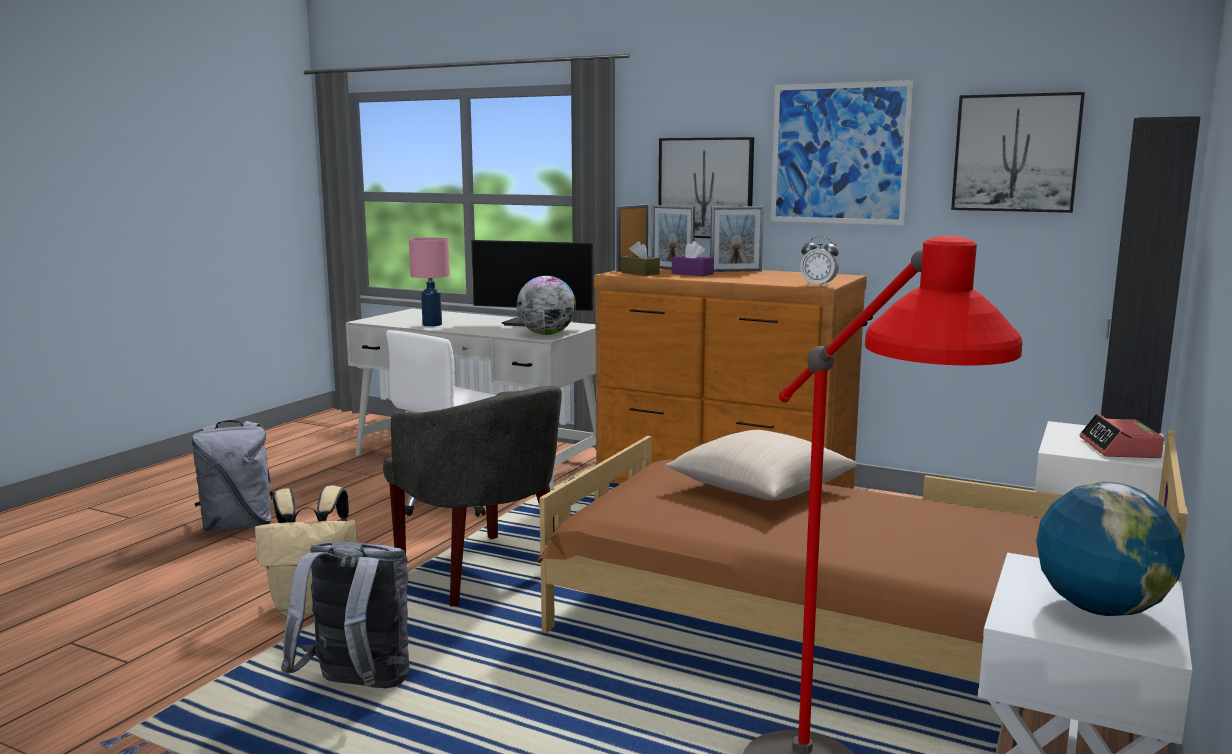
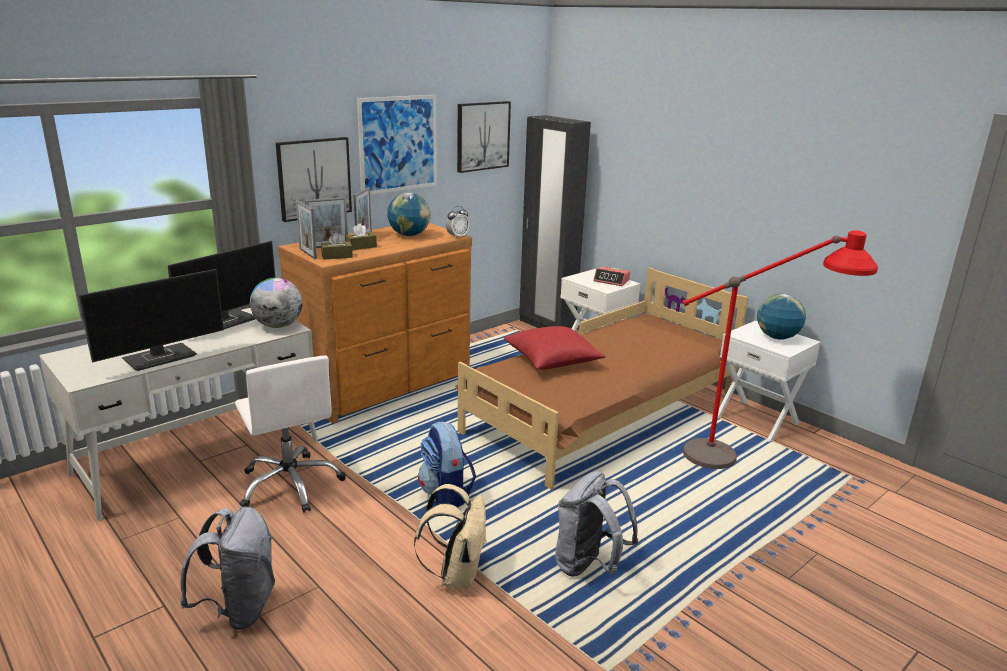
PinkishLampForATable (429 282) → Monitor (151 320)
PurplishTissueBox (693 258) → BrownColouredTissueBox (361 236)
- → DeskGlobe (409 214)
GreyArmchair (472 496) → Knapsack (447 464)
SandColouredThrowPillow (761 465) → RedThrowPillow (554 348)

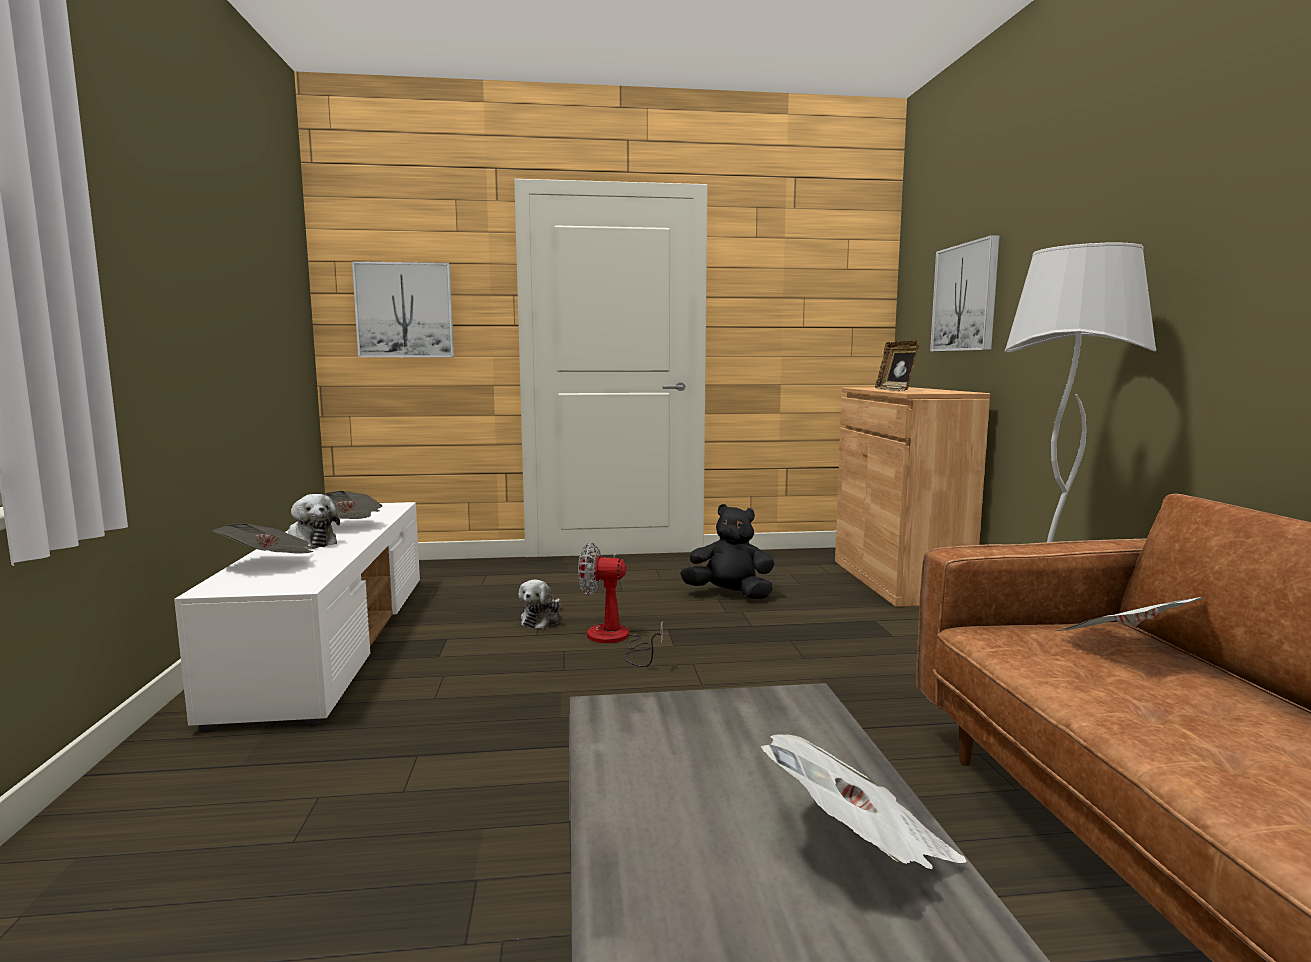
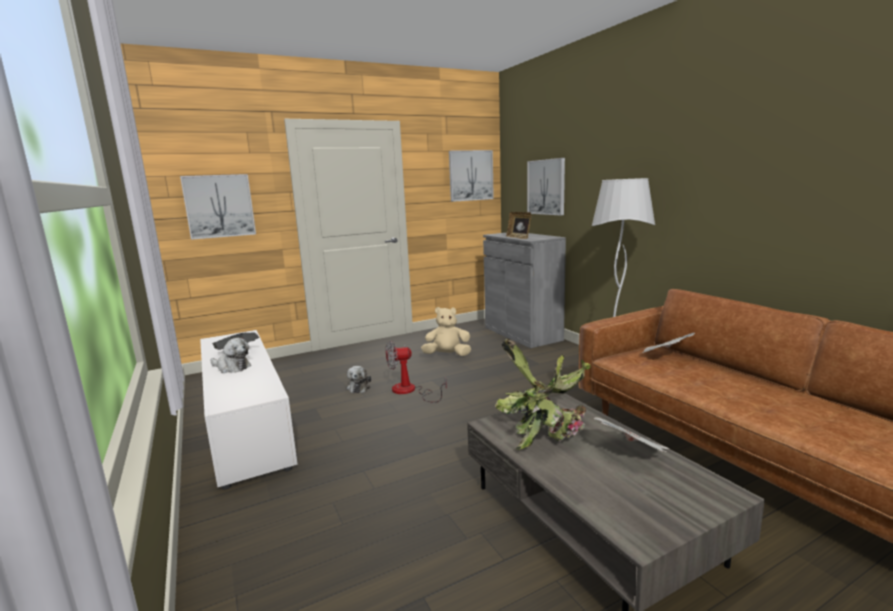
BlackishPlushToy (727 552) → SandColouredPlushToy (446 331)
- → Picture (471 176)
BrownColouredStorageCabinet (912 497) → GreyStorageCabinet (524 290)
- → Houseplant (543 394)
PrintedPaper (262 538) → -

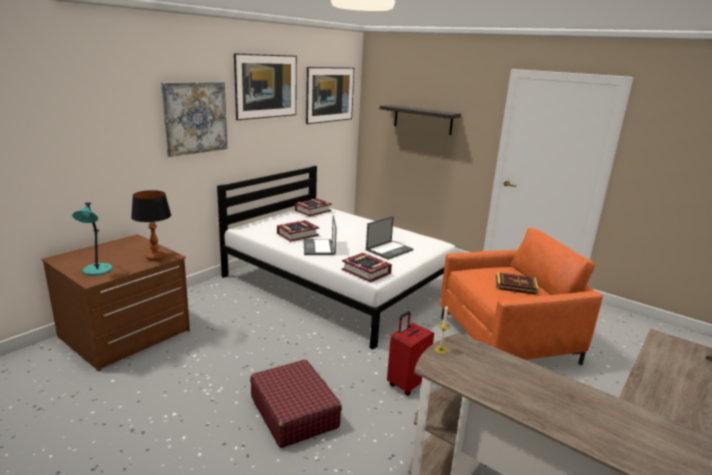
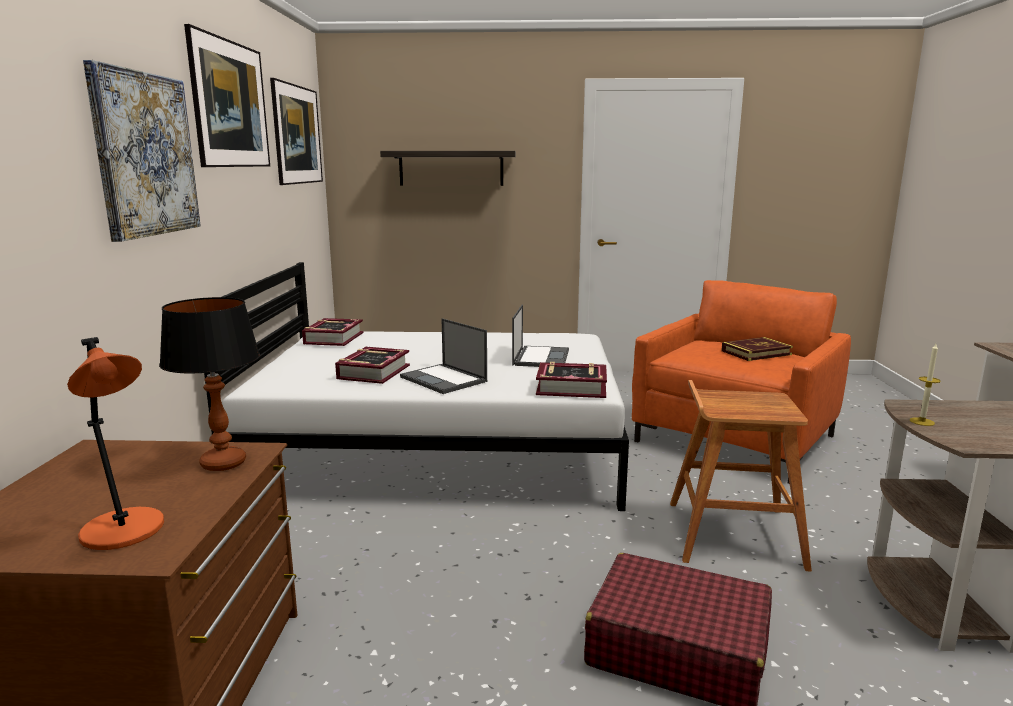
TurquoiseColouredLampForATable (92 239) → OrangeLampForATable (115 443)
RedTravelCase (410 353) → BrownColouredSittingStool (741 476)

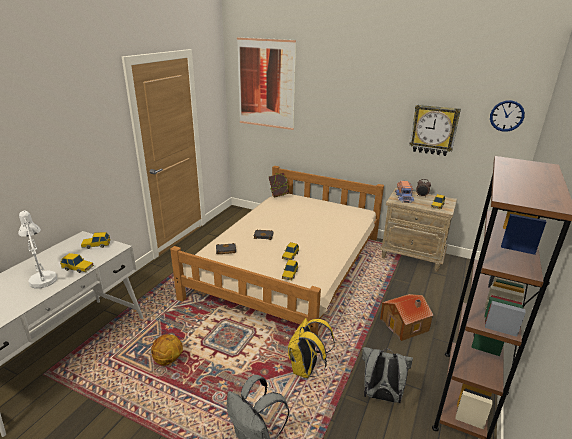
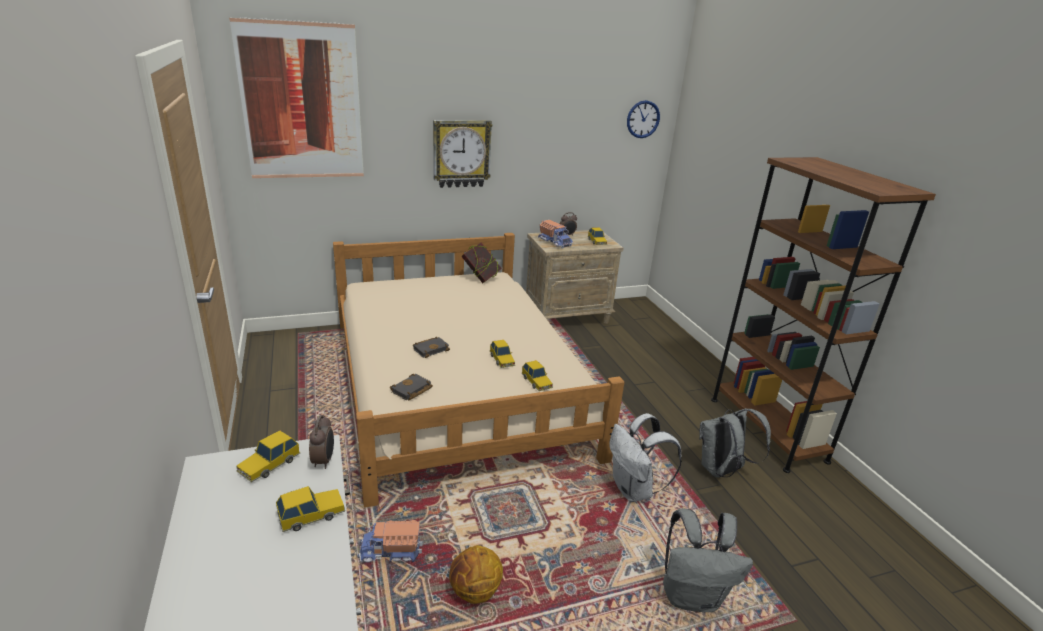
- → AlarmClock (321 442)
- → ModelTruck (390 541)
ClockOnTheWall (435 130) → ClockOnTheWall (462 154), move
Volume (279 185) → Volume (481 262), move
YellowColouredKnapsack (311 348) → WhitishKnapsack (645 457)
WhitishLampForATable (38 249) → -
MiniatureHouse (406 317) → -

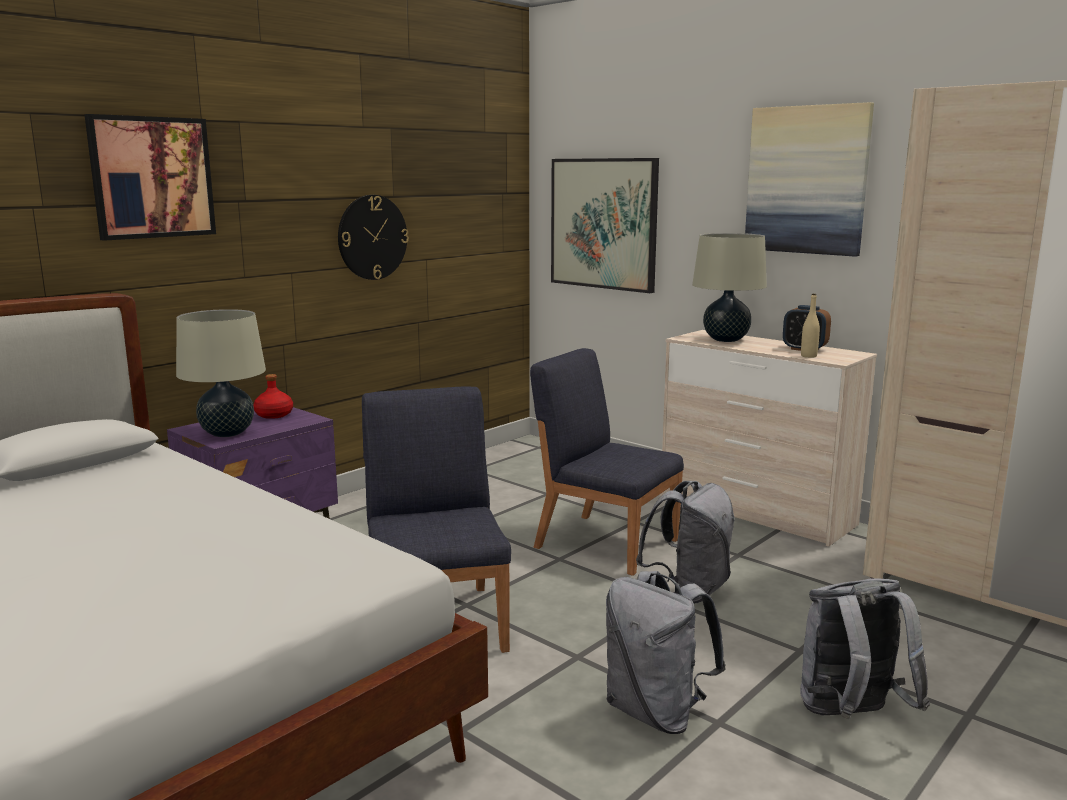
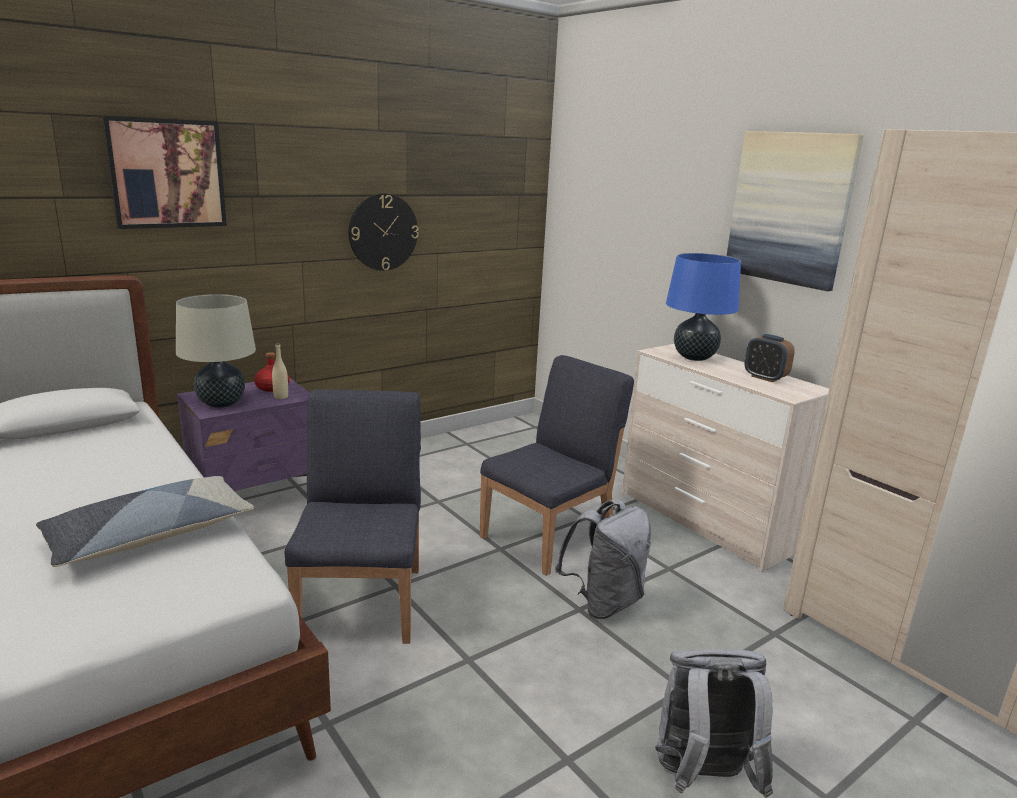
- → ThrowPillow (145 521)
SandColouredBottle (810 326) → SandColouredBottle (280 371), move
BluePlainChair (607 462) → BluePlainChair (557 465), 90 degrees clockwise
SandColouredLampForATable (729 287) → BlueLampForATable (703 307)
Picture (605 225) → -
GreyKnapsack (666 652) → -

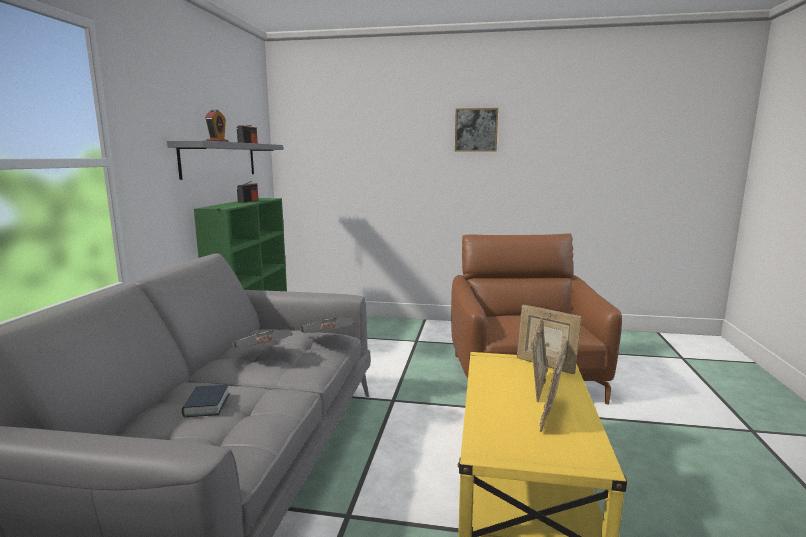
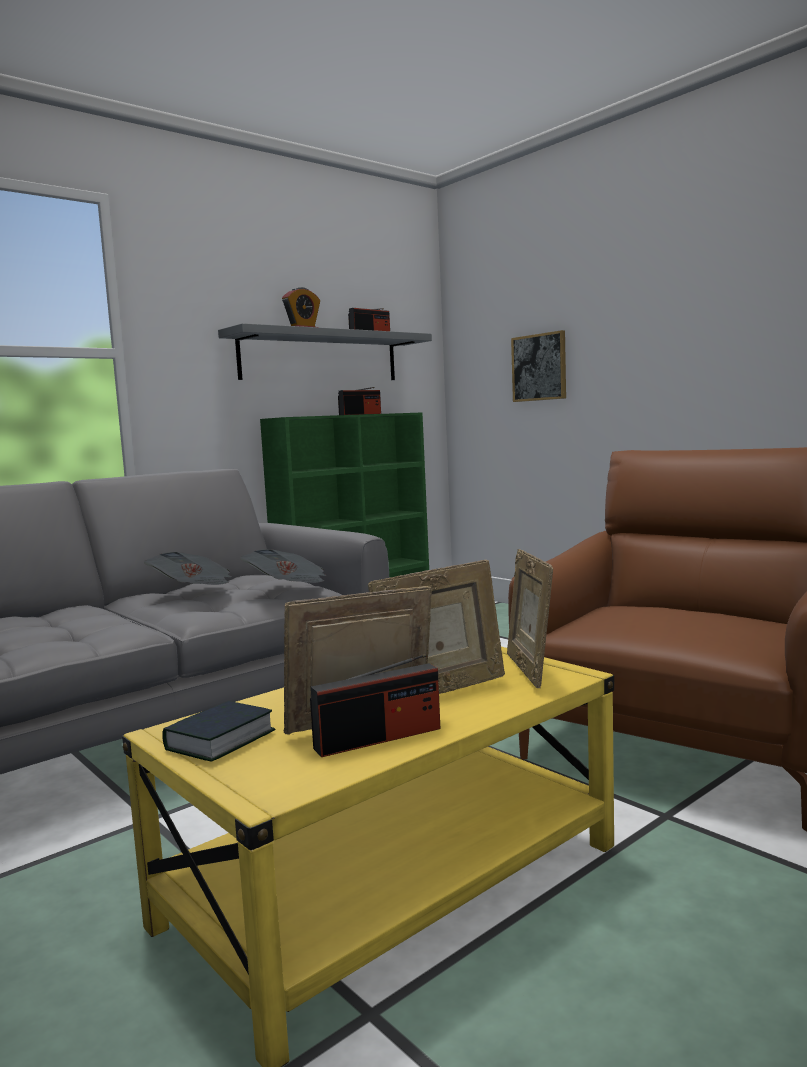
Volume (206 401) → Volume (219 731), move
- → RadioReceiver (375 705)
Picture (476 130) → Picture (538 366), move

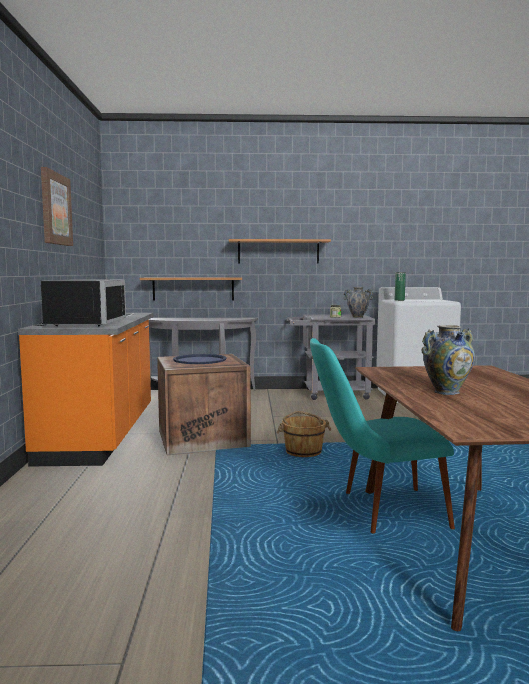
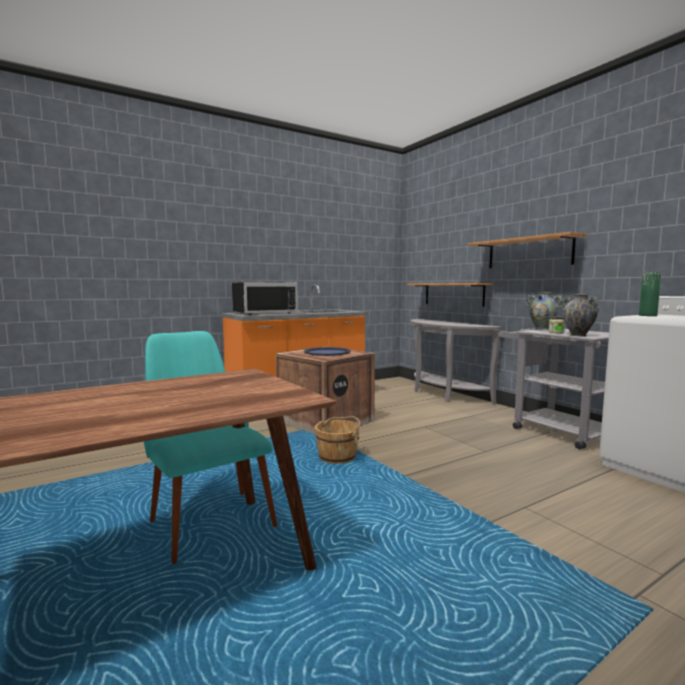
Vase (448 360) → Vase (544 311), move
Picture (57 206) → -

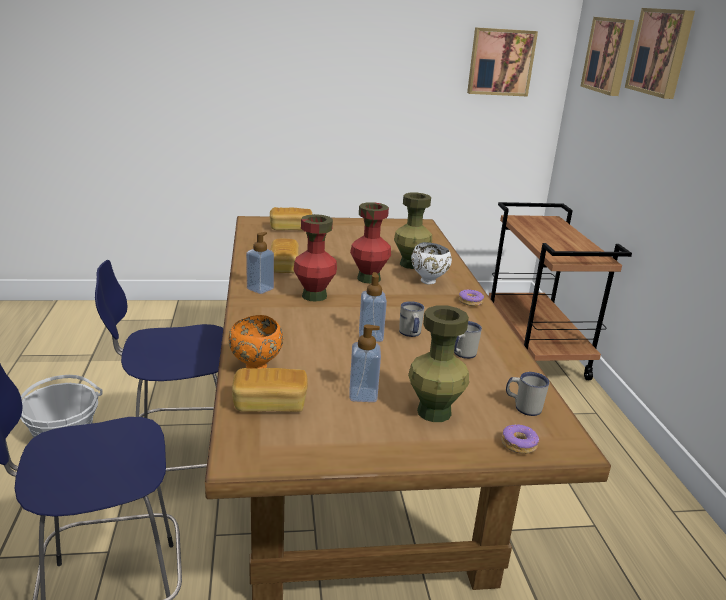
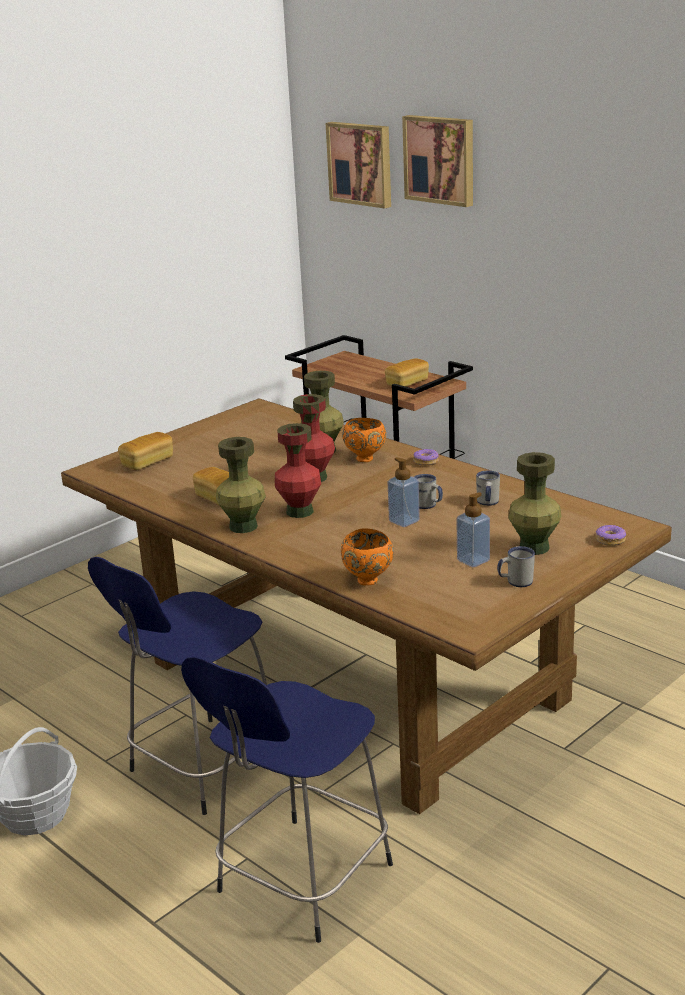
SoapBottle (260 263) → GreenColouredVase (241 485)
WhitishServingBowl (431 263) → OrangeServingBowl (364 440)
BakeryBread (270 390) → BakeryBread (407 372), move
WhitishCoffeeMug (528 394) → WhitishCoffeeMug (516 566), move
Picture (502 62) → -

